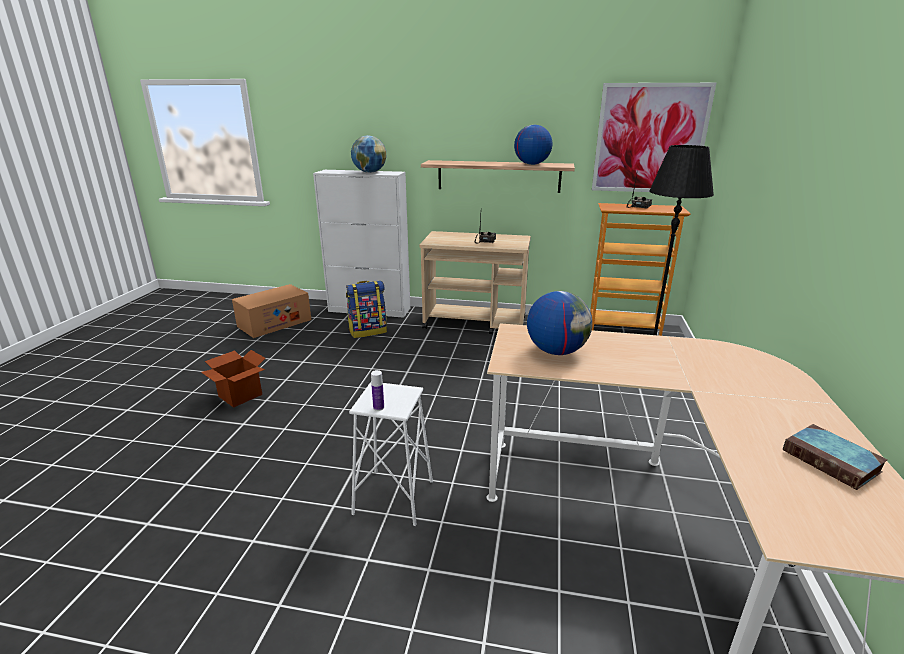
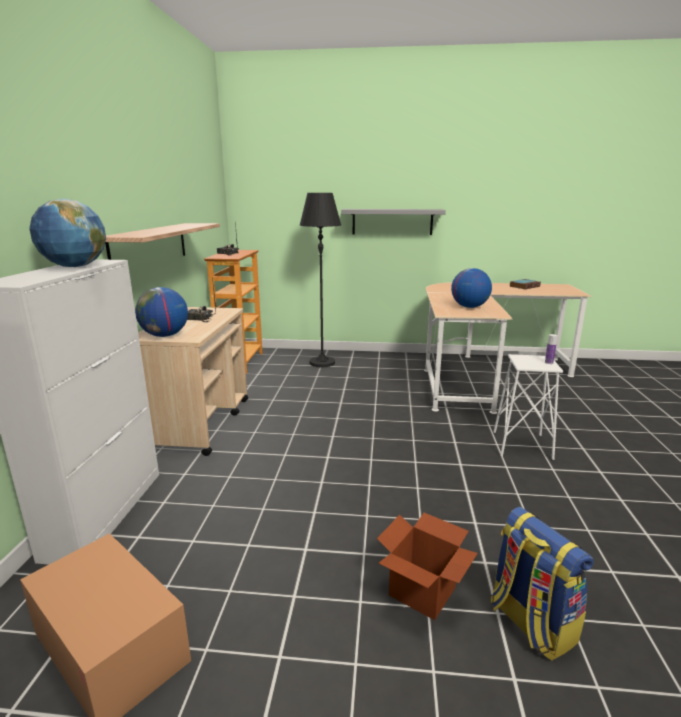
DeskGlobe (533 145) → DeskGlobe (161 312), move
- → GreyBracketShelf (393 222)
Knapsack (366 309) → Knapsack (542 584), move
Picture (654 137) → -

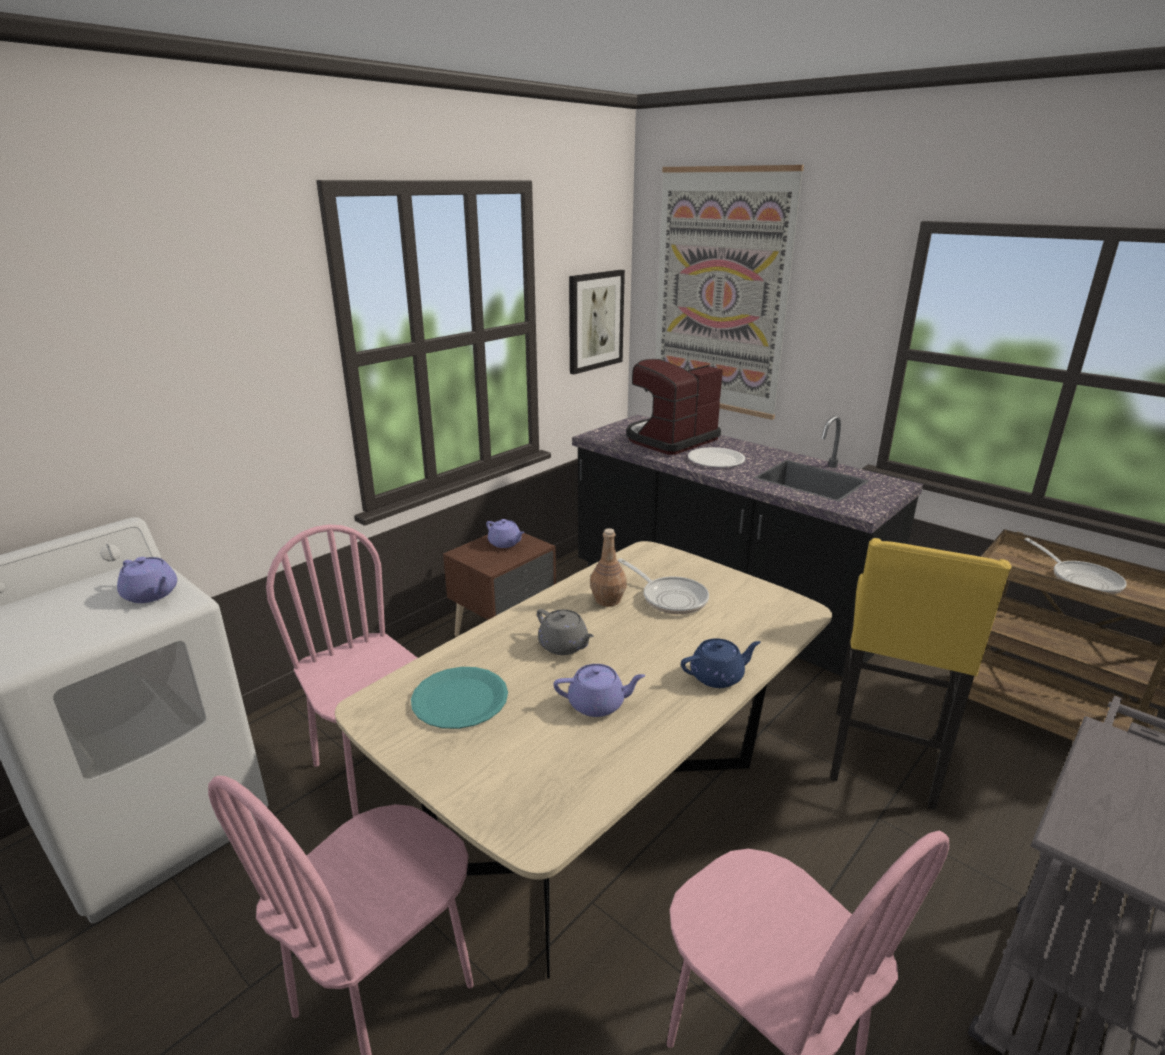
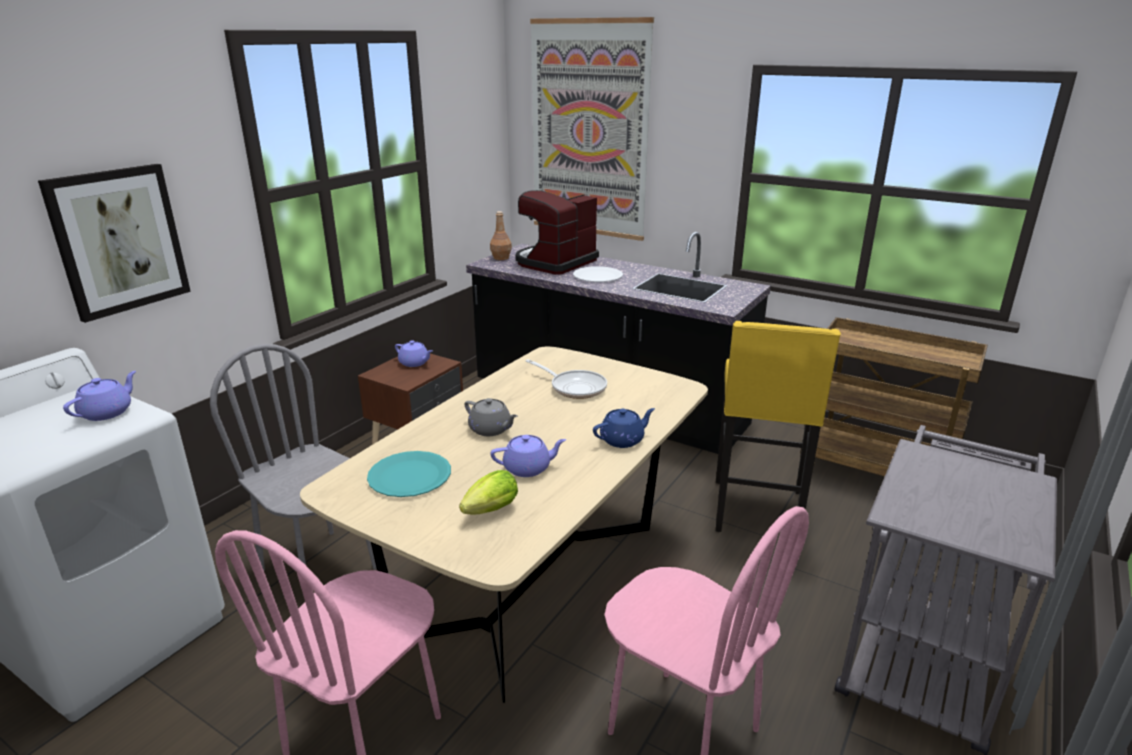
Picture (597 322) → Picture (114 243), move
PurplishTeapot (147 580) → PurplishTeapot (99 396), 90 degrees counterclockwise
PinkishPlainChair (341 671) → GreyPlainChair (293 457)
- → HeadOfLettuce (488 492)
BrownColouredBottle (608 567) → BrownColouredBottle (501 235), move
Pan (1075 566) → -

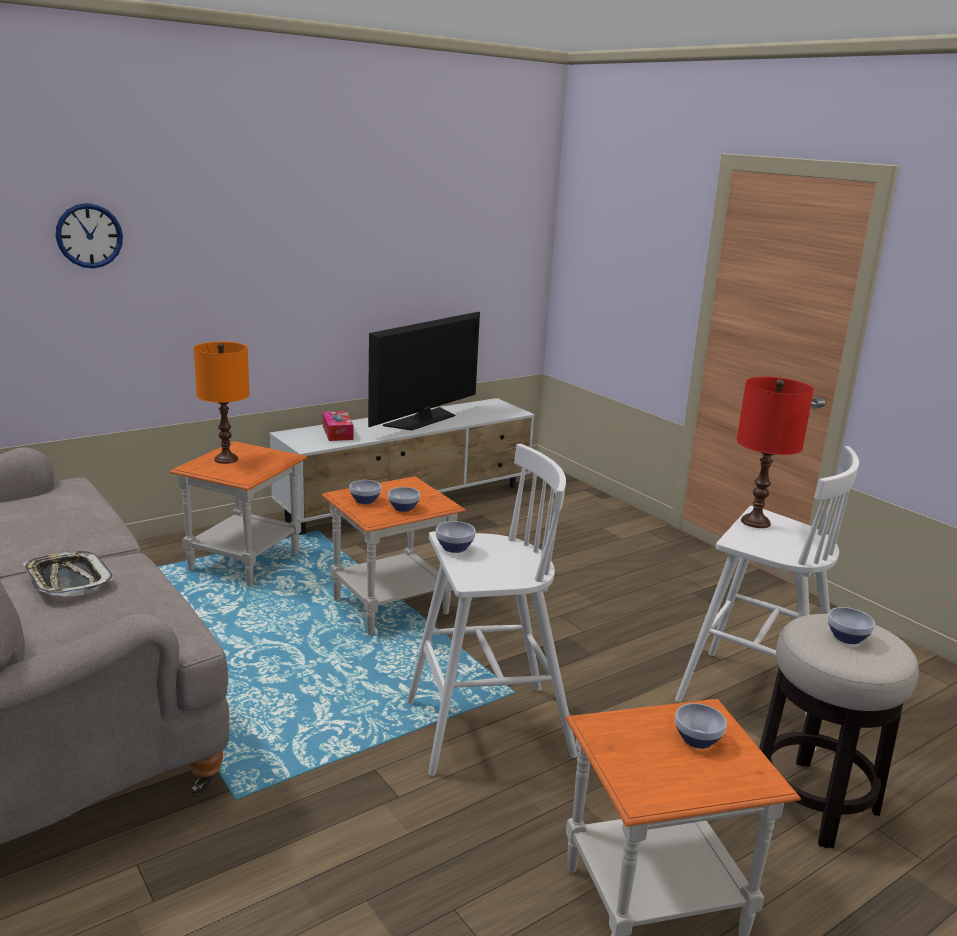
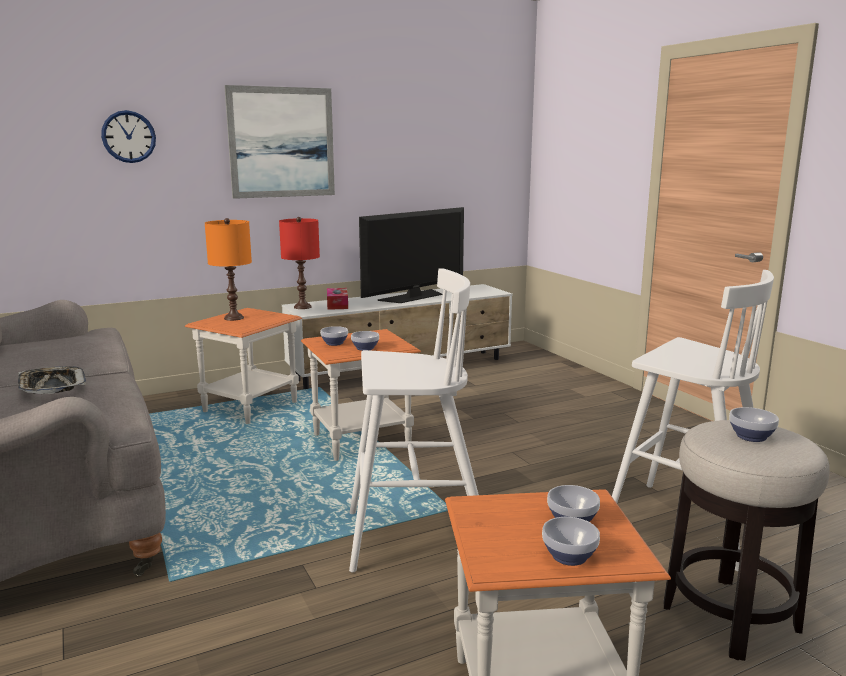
- → Picture (279 142)
RedLampForATable (775 452) → RedLampForATable (299 263), move
ServingBowl (456 537) → ServingBowl (571 541), move

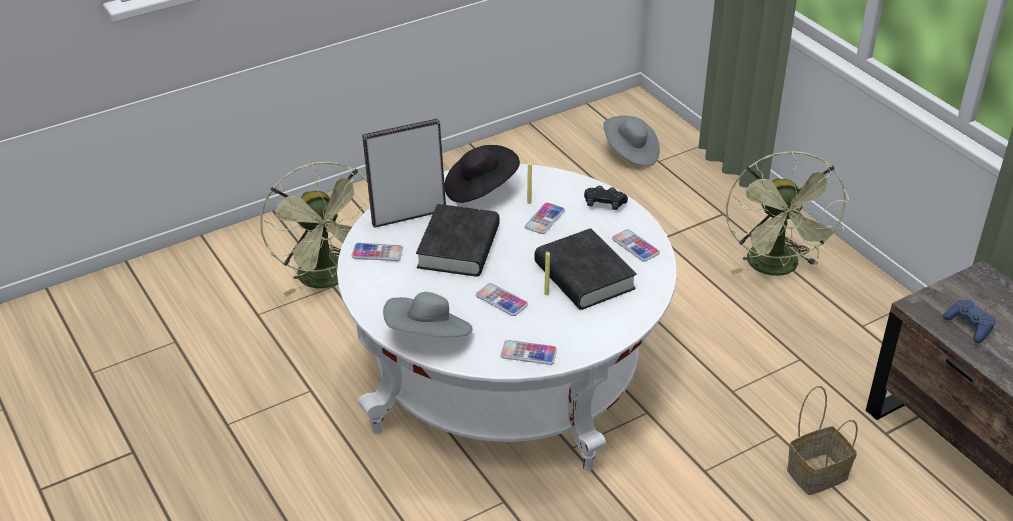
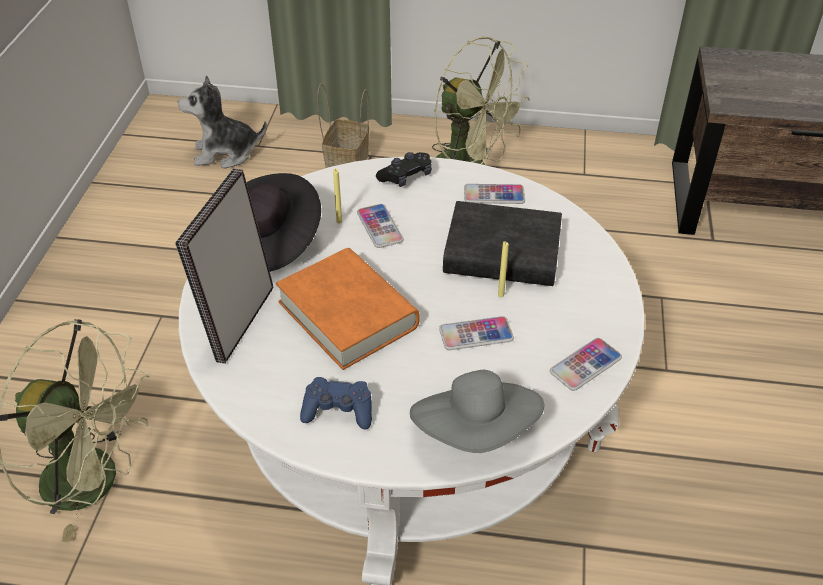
GreyHat (631 141) → PlushToy (222 122)
BlackishVolume (458 240) → OrangeVolume (348 309)
BlueGamepad (969 321) → BlueGamepad (336 403), move
StorageBasket (822 440) → StorageBasket (343 125), move
Handset (377 252) → -

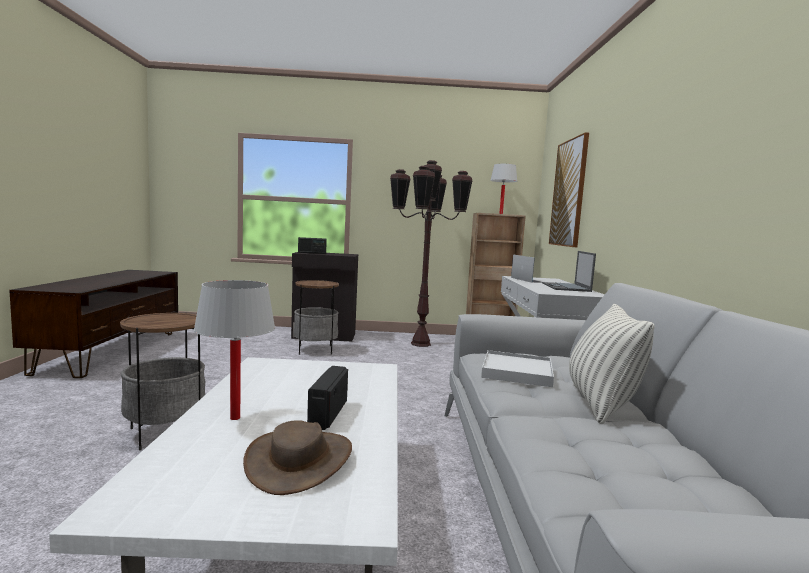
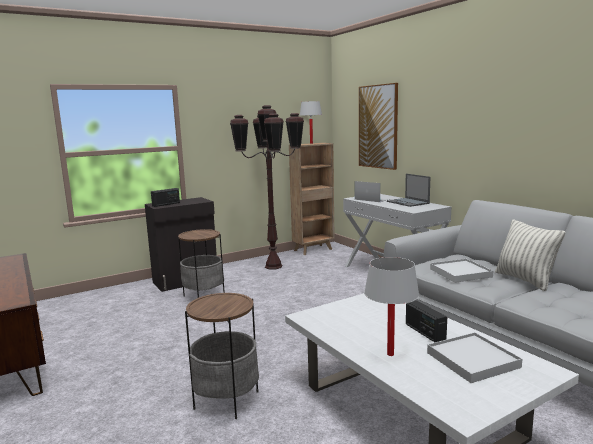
BrownColouredHat (297 457) → WhitishCarryingTray (474 357)

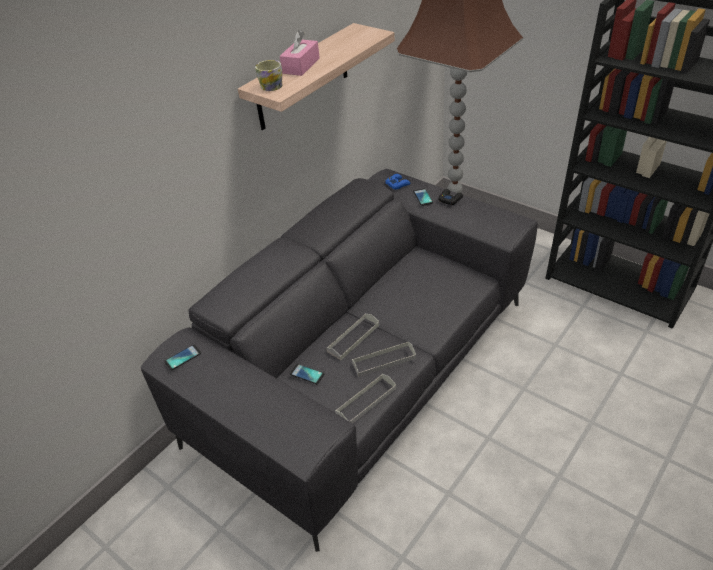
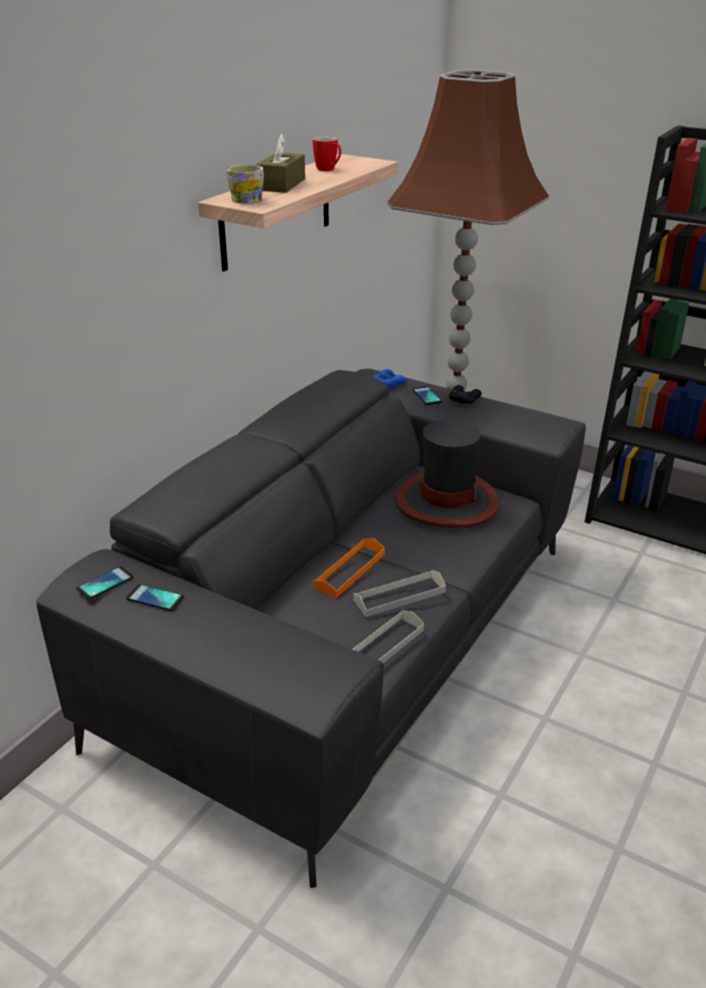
Handset (307 374) → Handset (155 597), move
PinkishTissueBox (300 53) → BrownColouredTissueBox (280 163)
- → CoffeeMug (327 153)
GreyCarryingTray (353 337) → OrangeCarryingTray (349 568)
- → Hat (447 473)

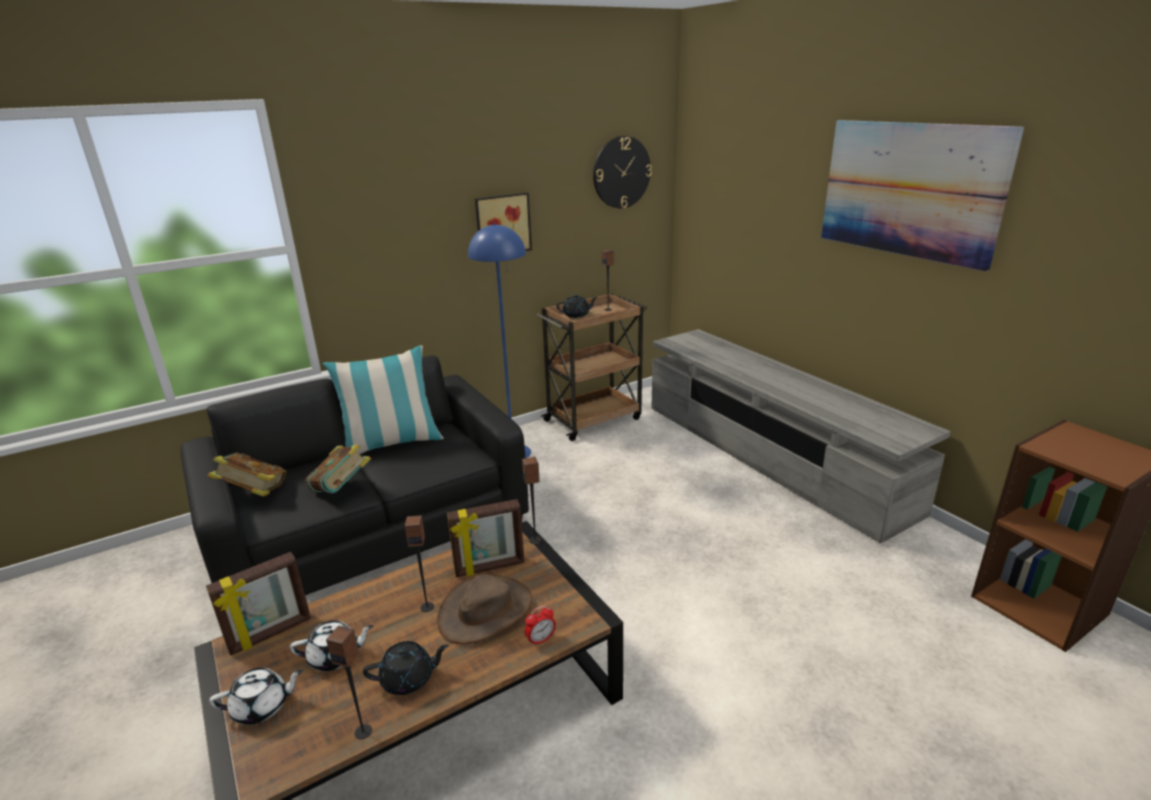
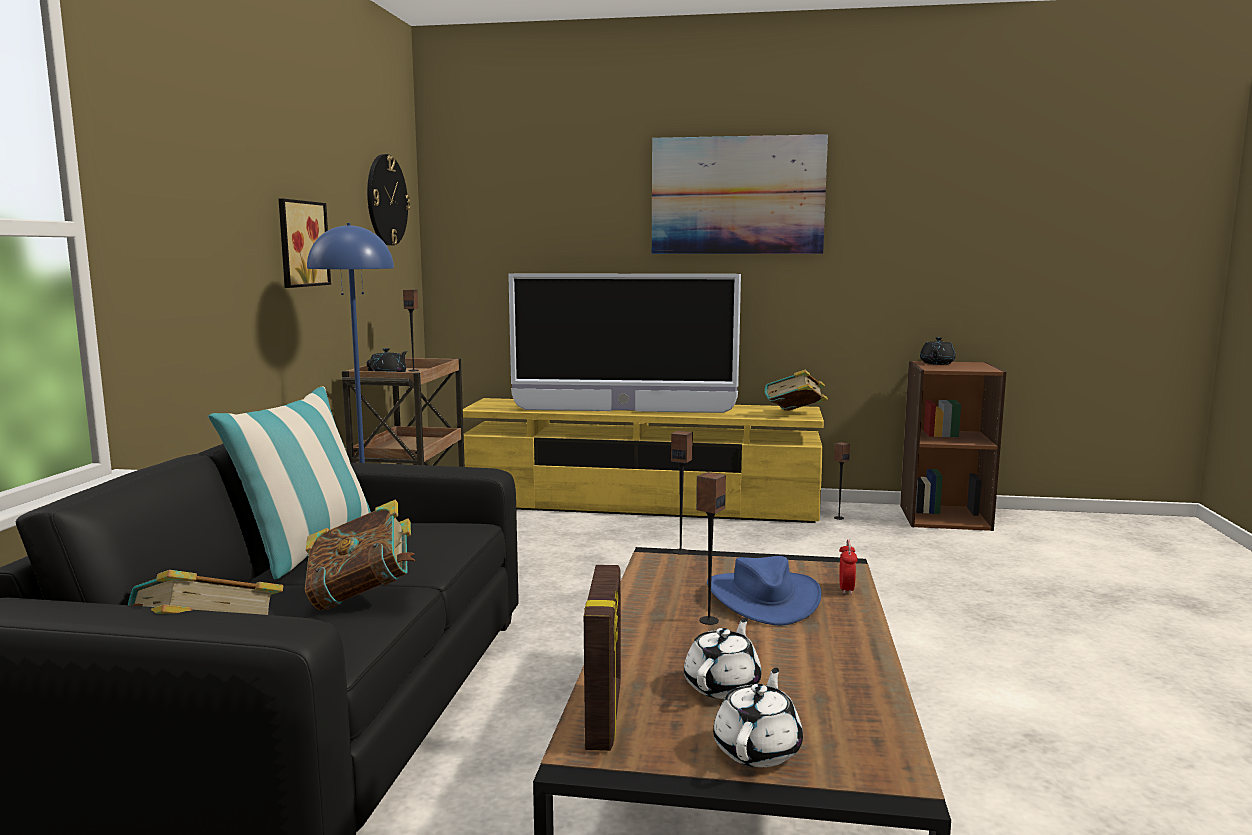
GreyMediaConsole (801 436) → YellowColouredMediaConsole (643 460)
- → Television (624 343)
BrownColouredHat (485 609) → BlueHat (764 590)
- → Volume (796 390)
Loudspeaker (349 682) → Loudspeaker (842 481), move
BlackishTeapot (406 668) → BlackishTeapot (938 351), move
PictureFrame (486 538) → -

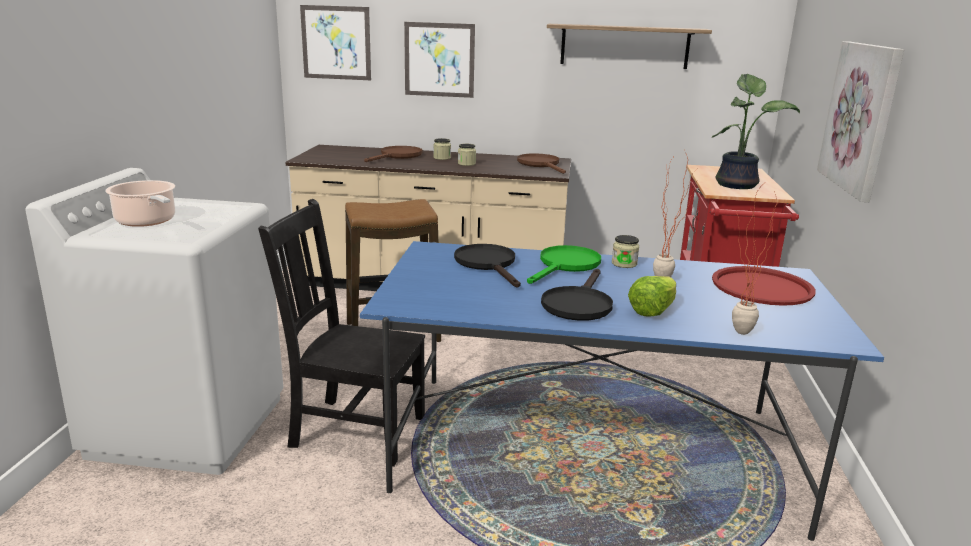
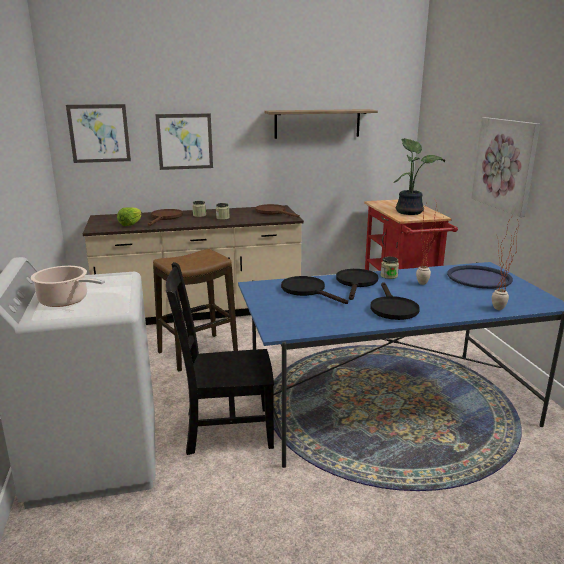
HeadOfLettuce (652 296) → HeadOfLettuce (129 216), move
GreenColouredPan (564 264) → BlackishPan (357 284)
RedCarryingTray (764 286) → BlueCarryingTray (480 277)

